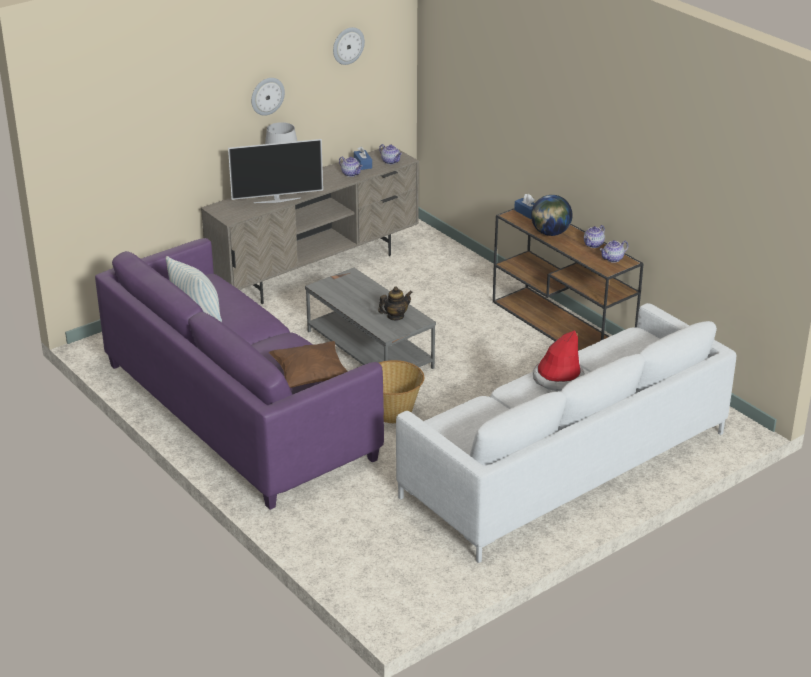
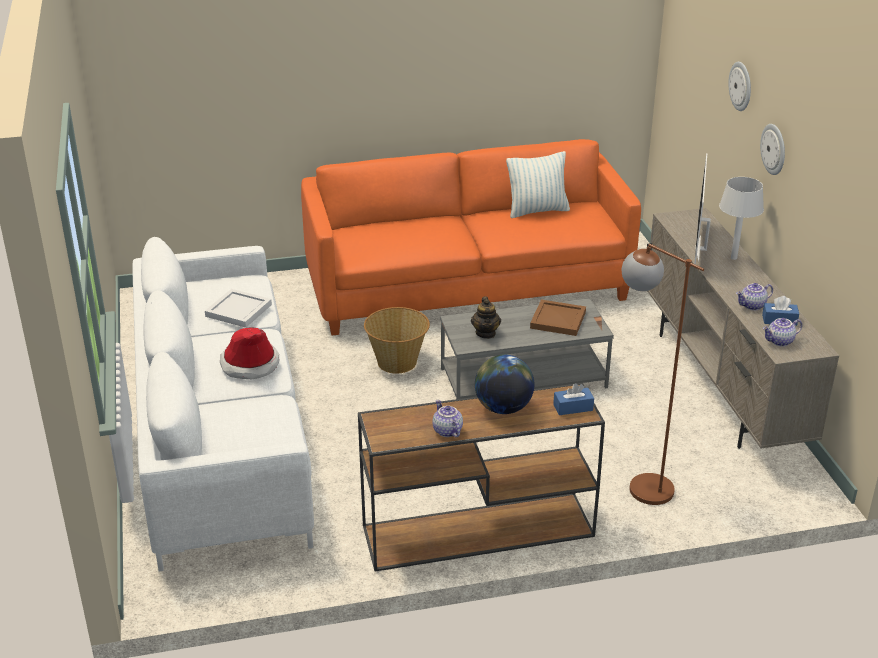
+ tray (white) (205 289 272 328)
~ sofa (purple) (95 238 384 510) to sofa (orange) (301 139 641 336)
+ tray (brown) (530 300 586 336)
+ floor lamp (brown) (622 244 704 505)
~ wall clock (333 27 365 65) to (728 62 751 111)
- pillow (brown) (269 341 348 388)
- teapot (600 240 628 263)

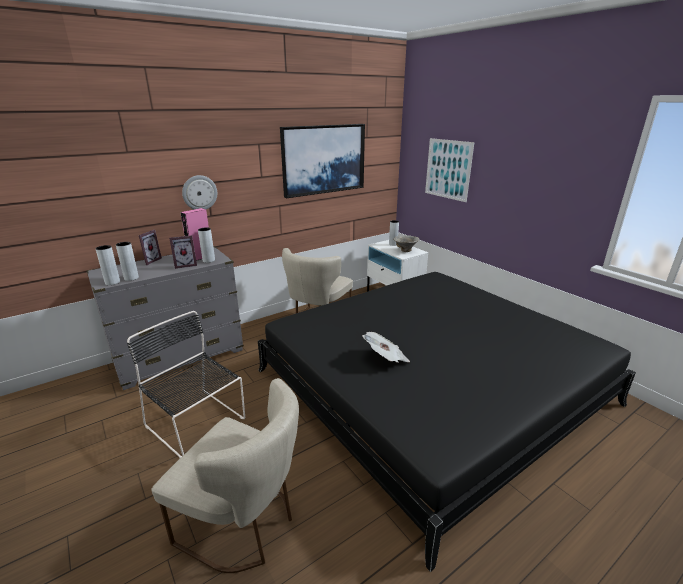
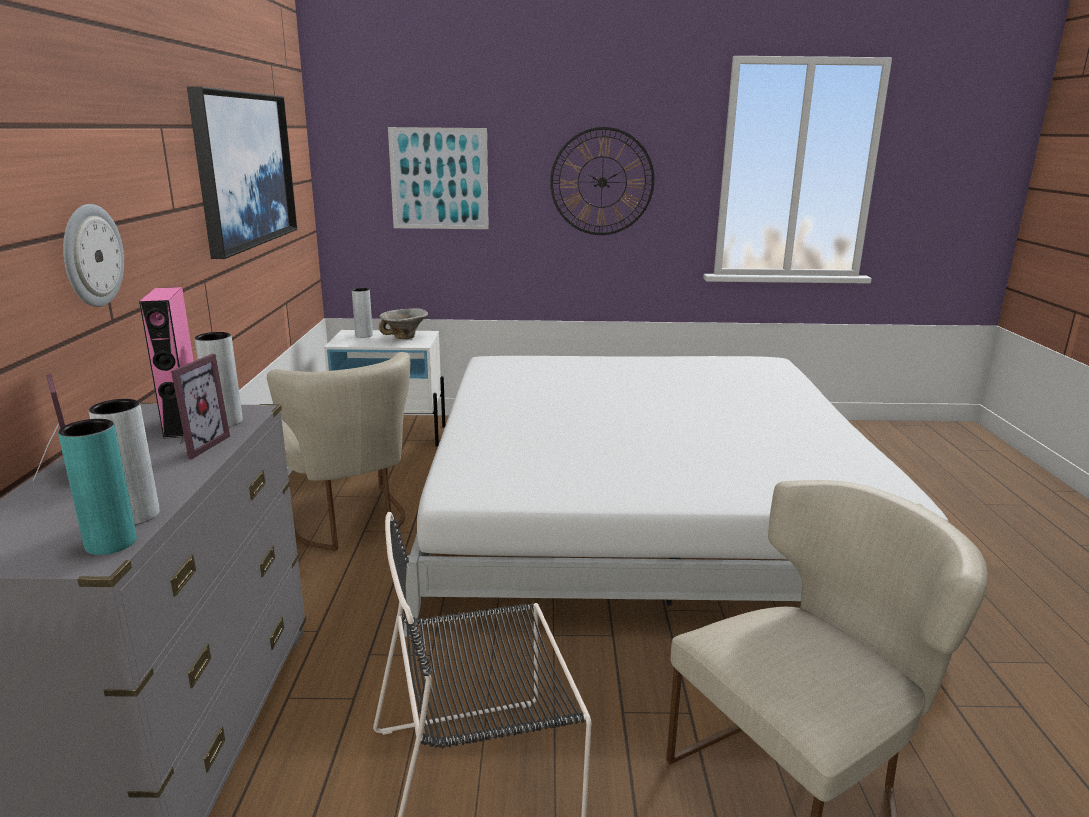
~ vase (grey) (96 245 120 285) to vase (turquoise) (58 419 137 555)
~ bed (black) (258 272 636 572) to bed (white) (404 356 949 637)
+ wall clock (550 127 654 235)
- newspaper (362 332 410 363)

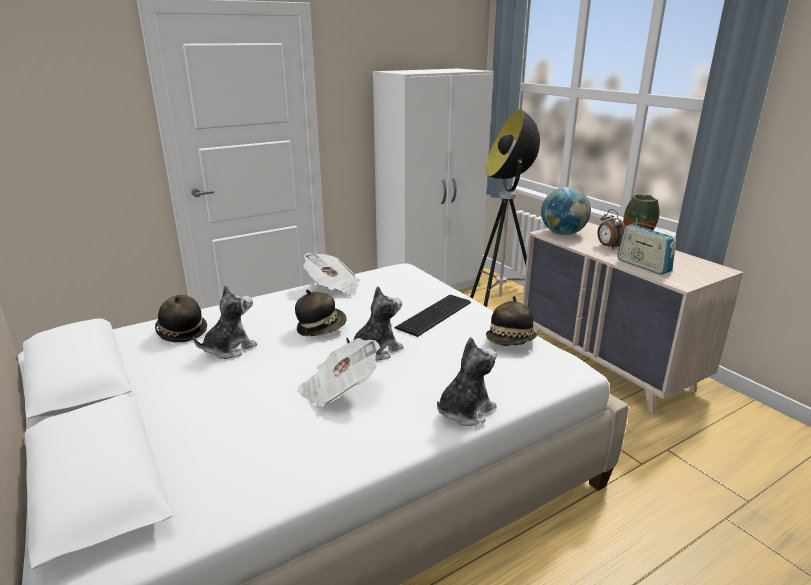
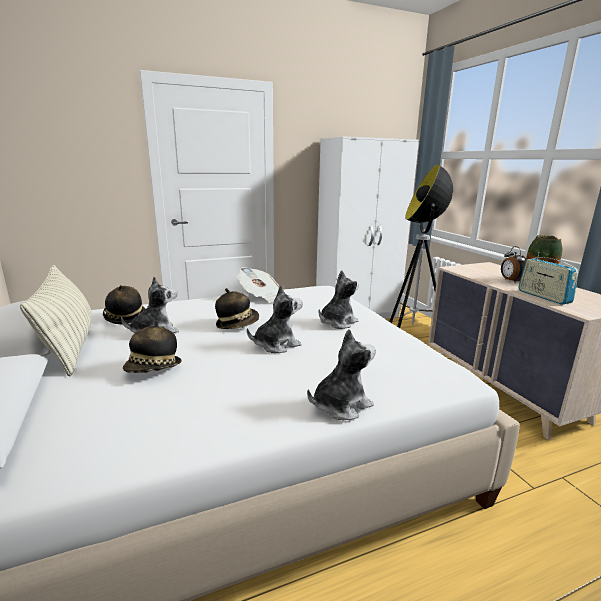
+ pillow (20 265 92 376)
~ hat (486 296 537 346) to (123 320 182 373)
~ keyboard (394 295 471 337) to plush toy (319 270 359 329)
- newspaper (298 338 380 408)
- globe (541 187 591 235)

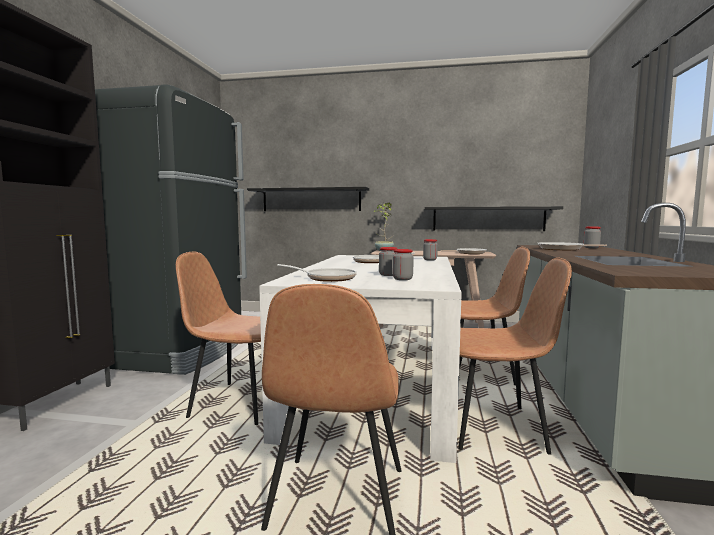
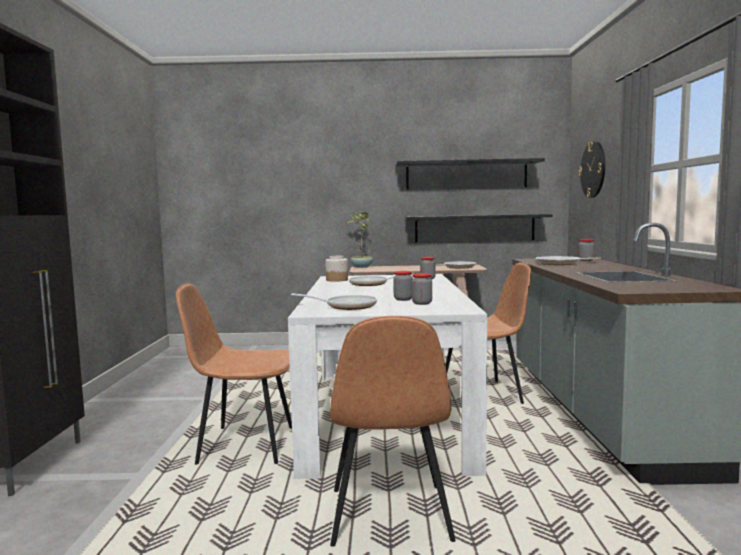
+ jar (325 256 348 282)
~ shelf (black) (247 187 369 211) to (396 158 545 190)
+ wall clock (579 141 605 198)
- fridge (black) (95 84 247 375)
- chair (brown) (458 257 572 455)

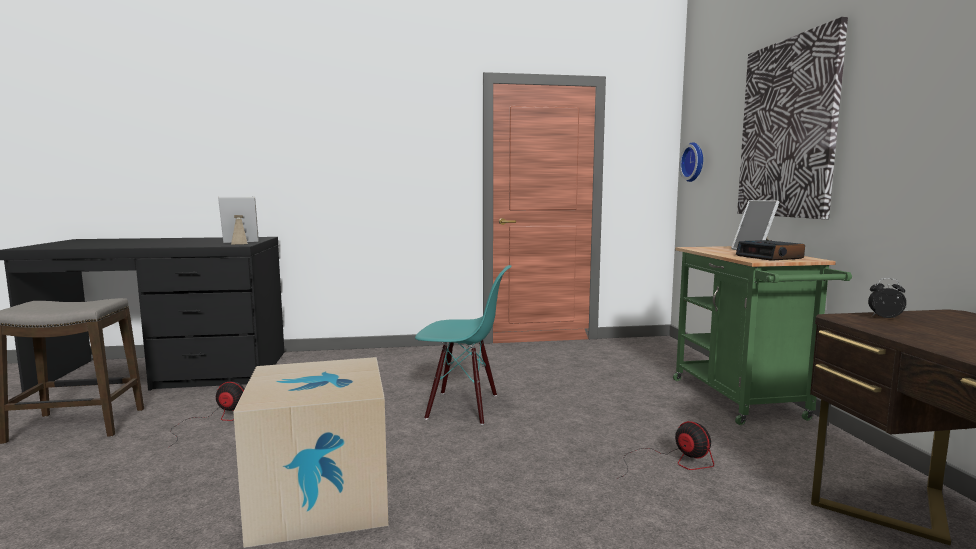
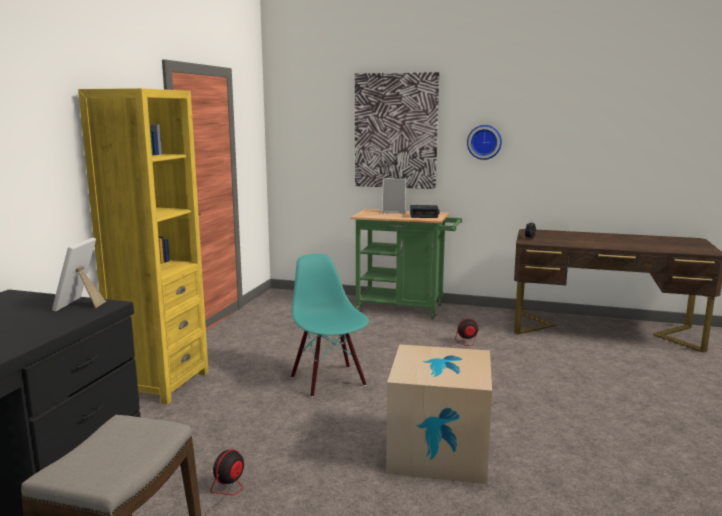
+ bookcase (yellow) (78 88 208 405)
~ chair (turquoise) (415 265 512 425) = (291 254 369 397) 60 degrees counterclockwise
~ wall clock (679 142 703 182) to (467 125 502 160)

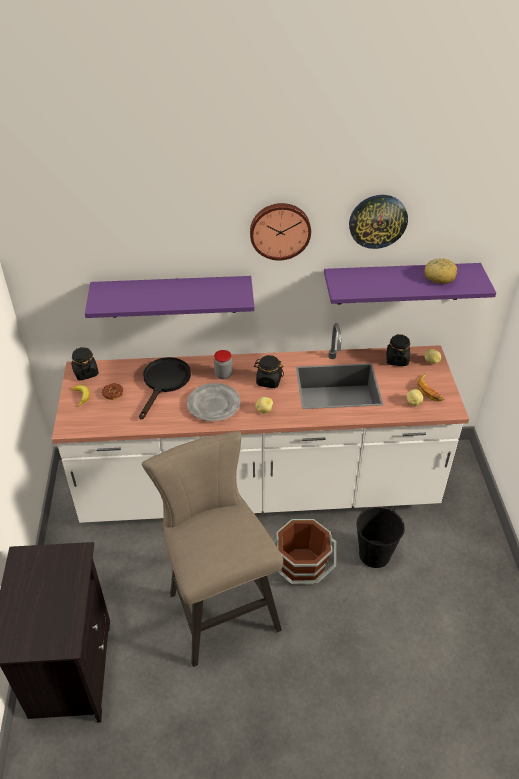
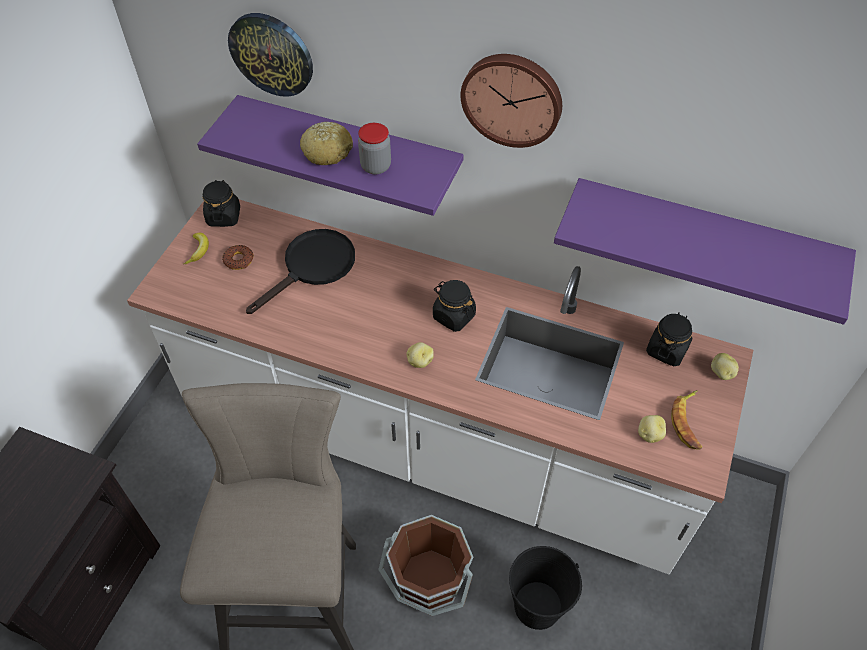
~ wall clock (349 195 408 249) to (228 13 313 97)
~ bread (424 258 457 284) to (300 122 353 165)
~ jar (214 350 233 379) to (358 123 391 175)
- plate (grey) (187 383 241 421)

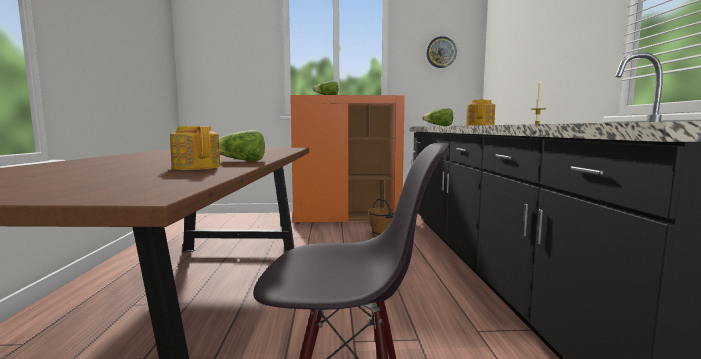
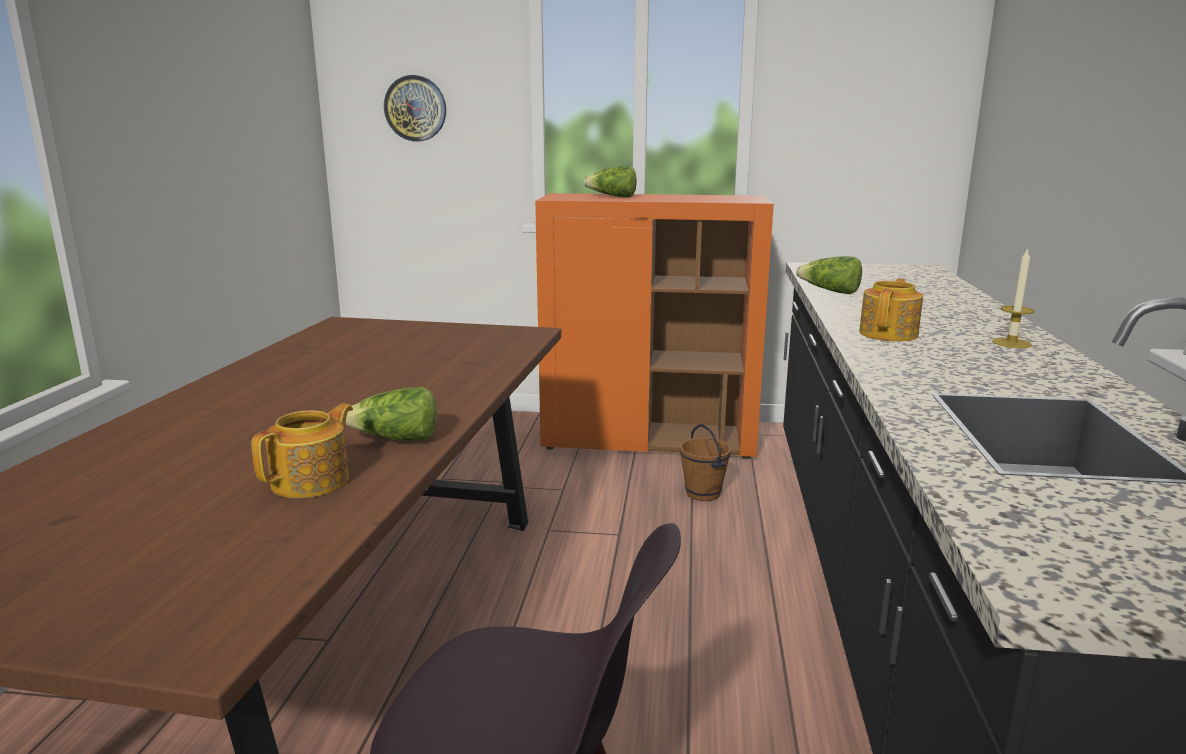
~ teapot (170 126 220 170) = (251 403 353 498) 60 degrees clockwise
~ wall clock (426 36 457 68) to (384 75 446 141)

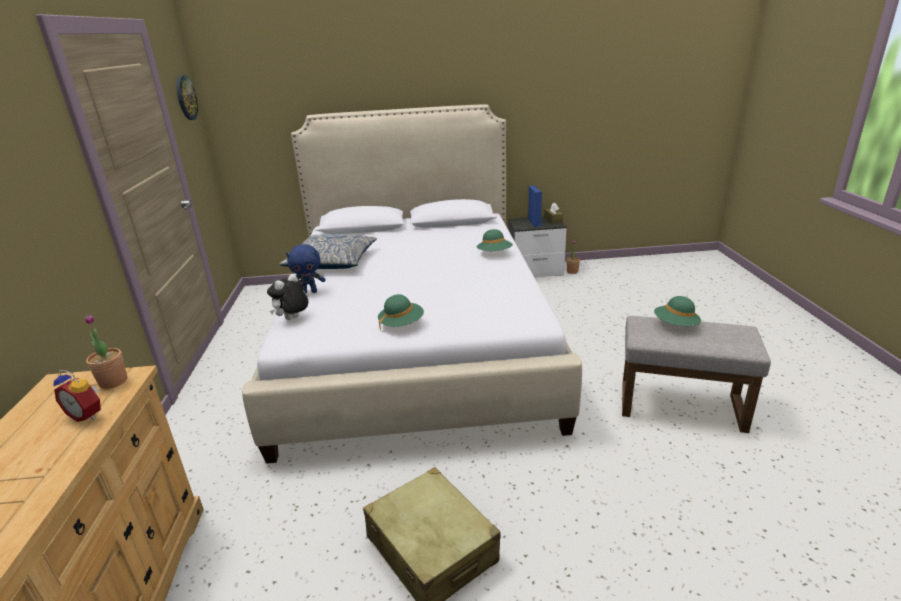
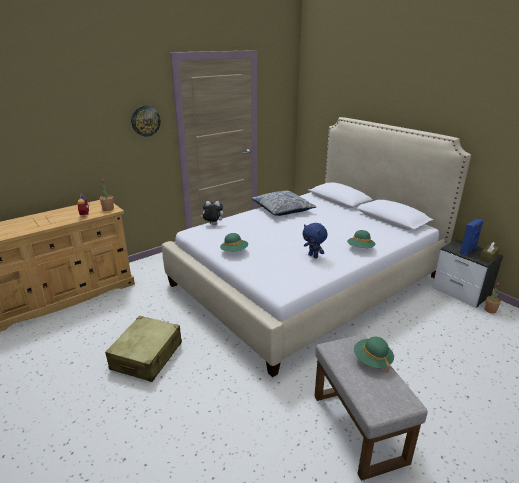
~ wall clock (177 75 198 120) to (131 105 160 137)
~ plush toy (blue) (286 244 326 294) to (303 223 328 258)

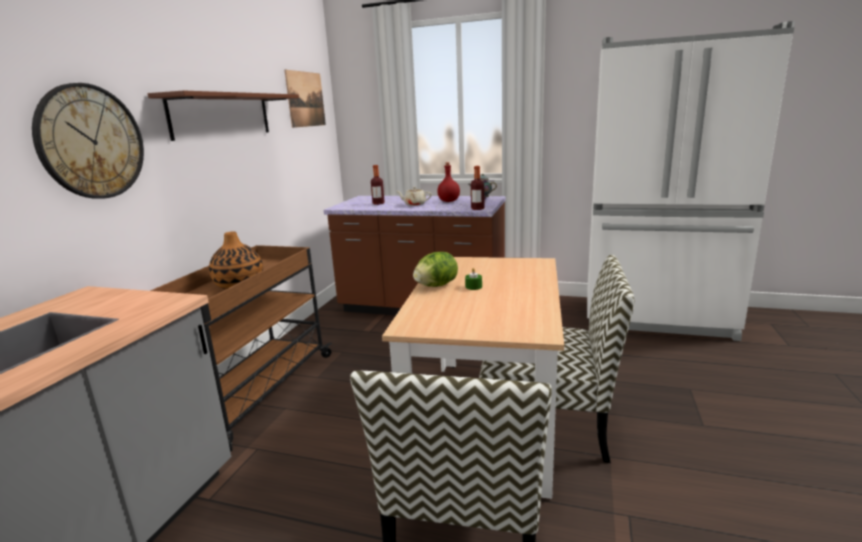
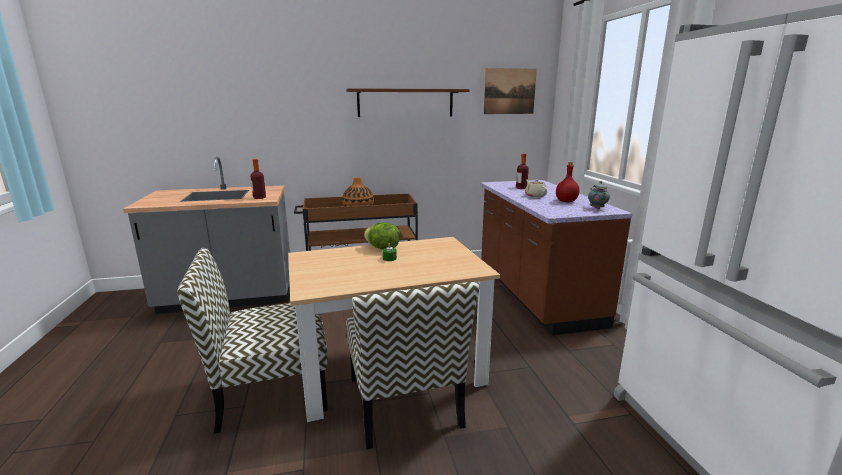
~ bottle (471 166 485 210) to (251 159 266 199)
- wall clock (32 83 144 199)

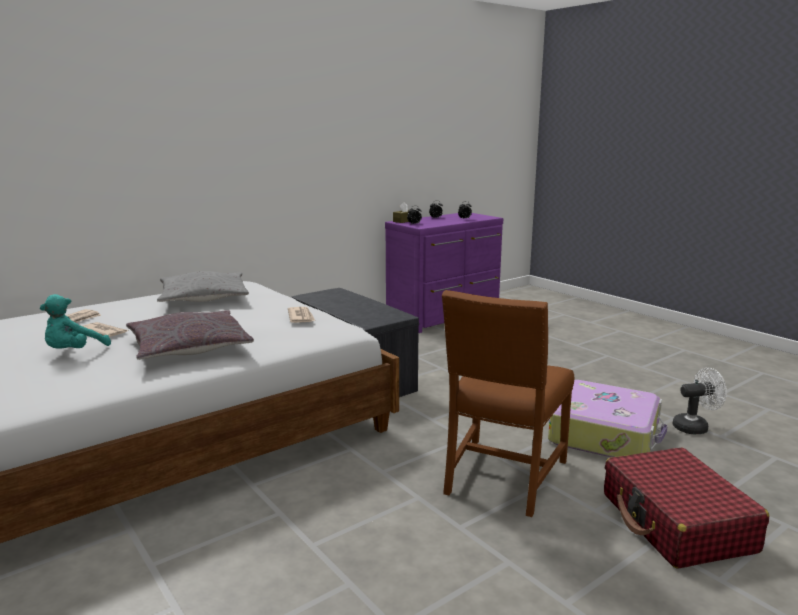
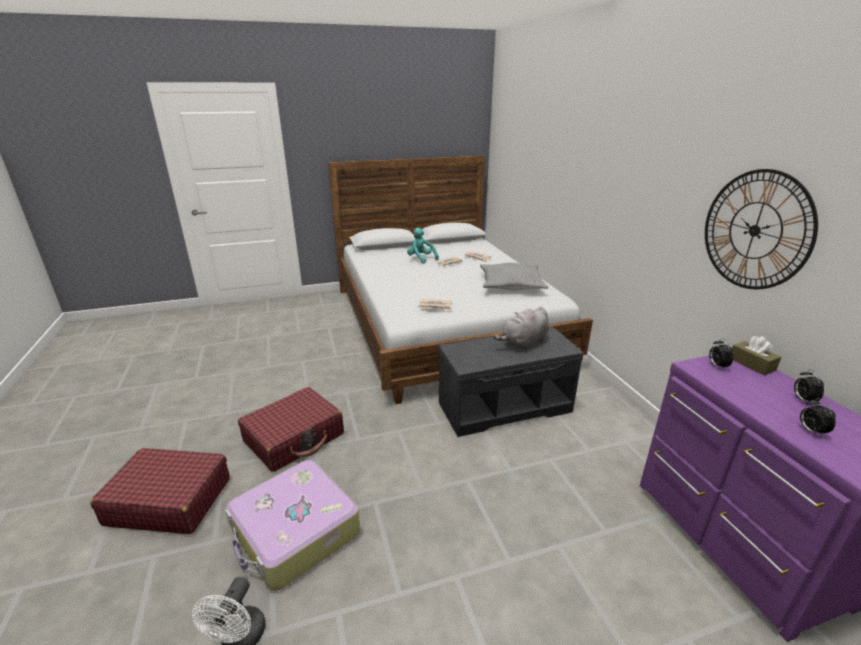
~ chair (brown) (442 290 574 517) to suitcase (red) (238 387 344 472)
+ plush toy (grey) (493 307 549 350)
+ wall clock (705 169 818 289)
- pillow (grey) (126 310 254 360)

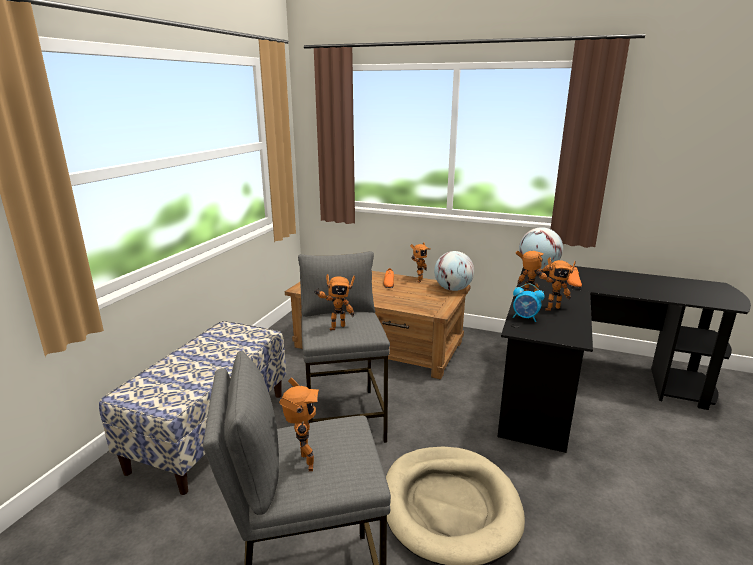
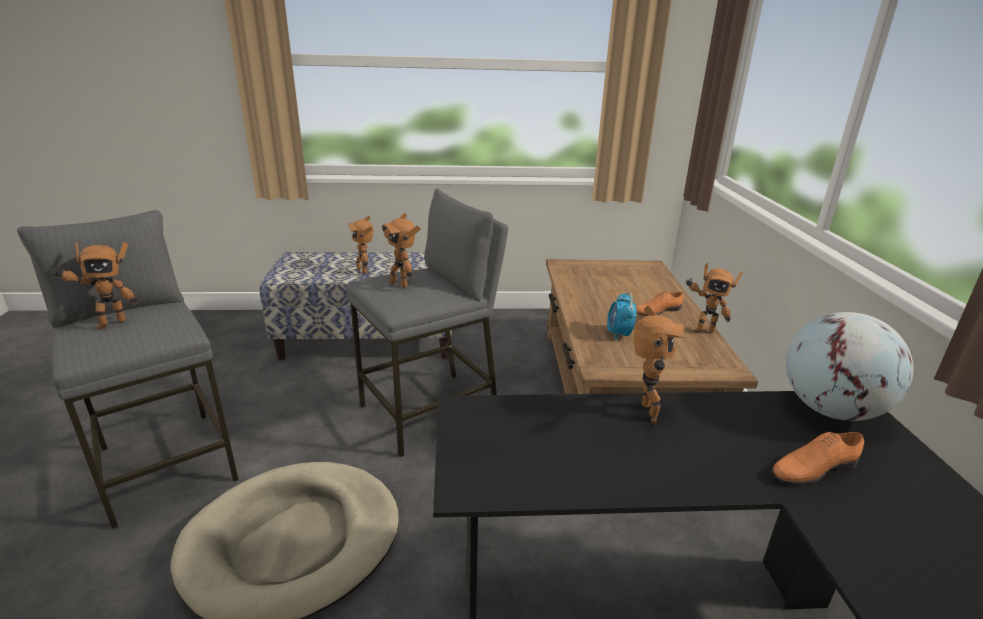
~ toy robot (537 257 576 311) to (349 216 373 274)
~ alarm clock (513 284 545 322) to (607 293 637 341)
- globe (434 251 474 291)

